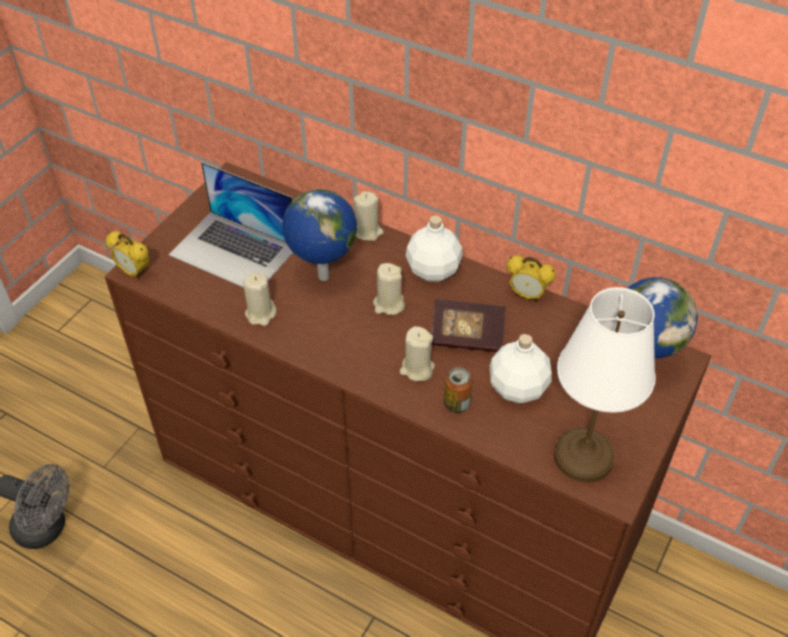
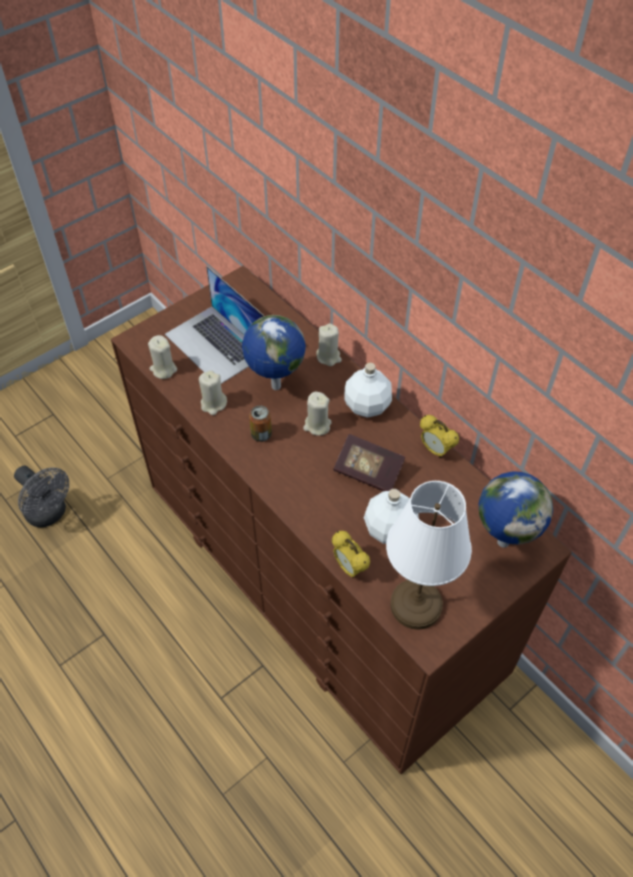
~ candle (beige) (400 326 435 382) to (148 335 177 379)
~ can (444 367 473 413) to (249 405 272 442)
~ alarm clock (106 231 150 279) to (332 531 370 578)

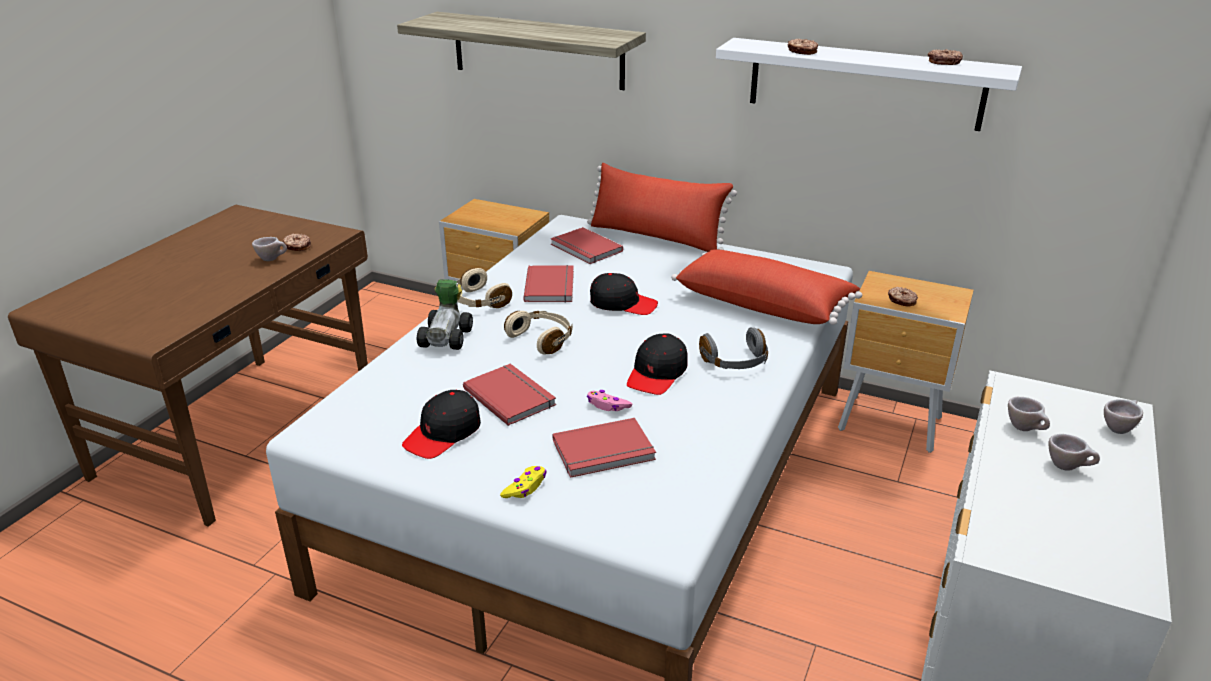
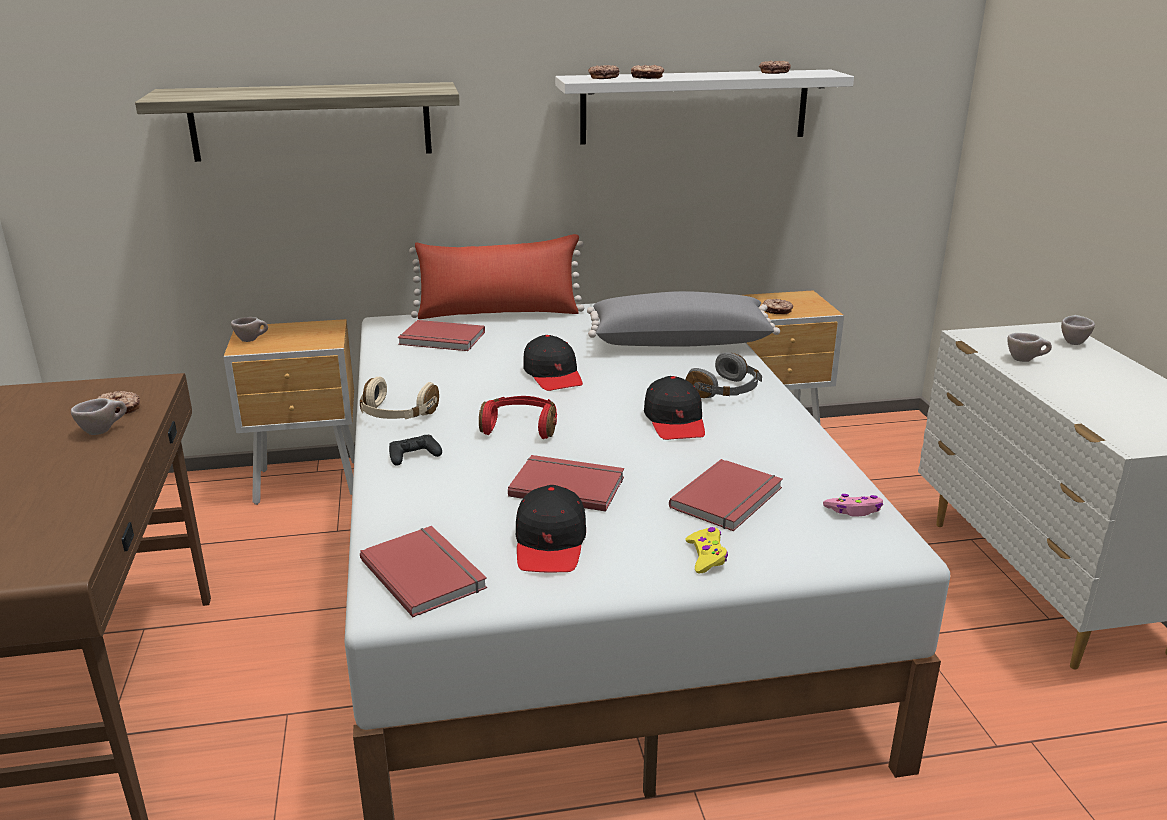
~ cup (beige) (1048 434 1100 471) to (231 317 268 342)
~ book (red) (524 265 574 302) to (360 526 487 617)
~ toy car (417 279 473 350) to game controller (black) (389 435 442 466)
~ headphones (beige) (504 311 573 354) to headphones (red) (479 396 557 439)
~ cap (black) (590 273 658 315) = (523 335 583 391) 90 degrees clockwise
~ pillow (red) (671 249 862 325) to pillow (grey) (587 291 780 347)
+ donut (588 65 620 79)
~ game controller (pink) (587 390 632 411) to (823 494 883 517)

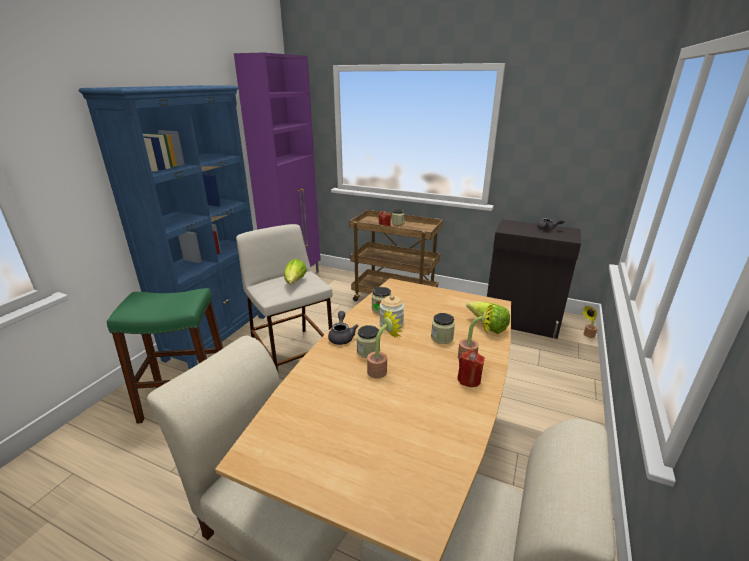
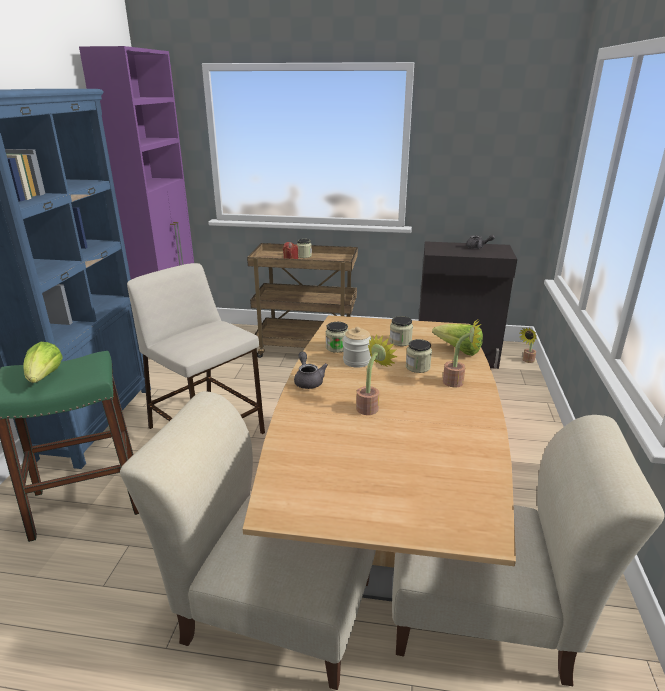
~ lettuce (285 259 307 284) to (23 342 62 383)
~ jar (357 325 380 358) to (389 316 413 346)
- candle (red) (457 350 485 387)

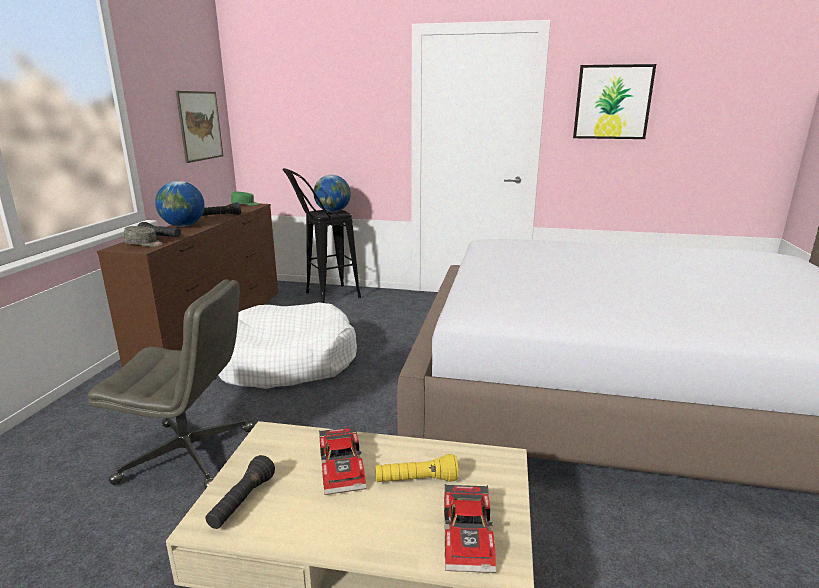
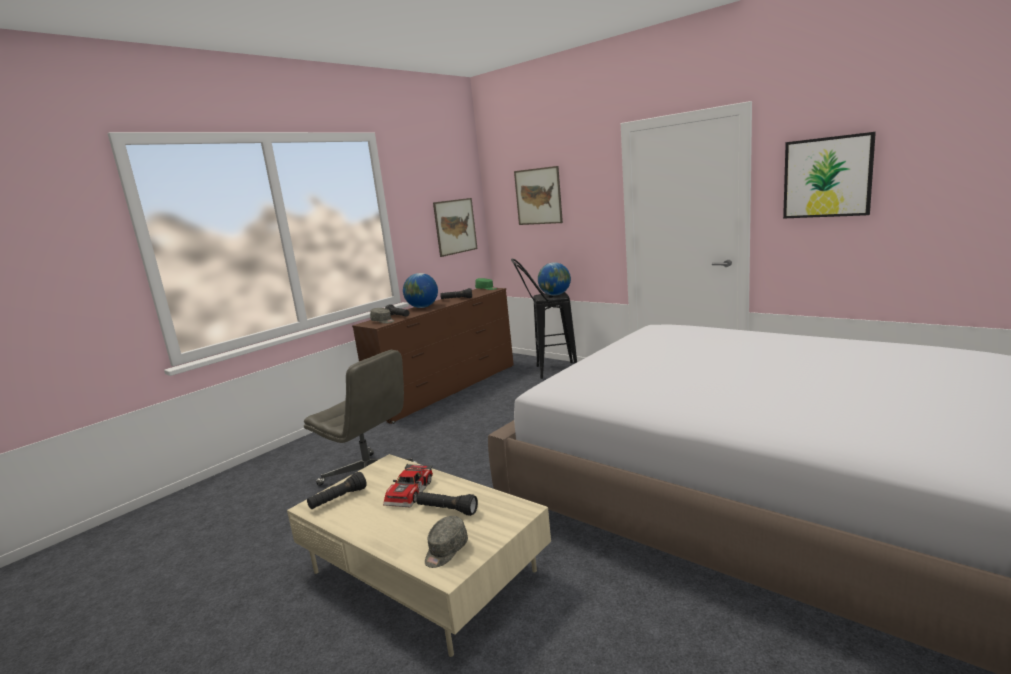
~ flashlight (yellow) (375 454 459 482) to flashlight (black) (416 492 478 516)
~ toy car (444 485 496 573) to cap (grey) (425 516 468 568)
+ picture (514 166 563 225)
- dog bed (white) (218 302 357 389)

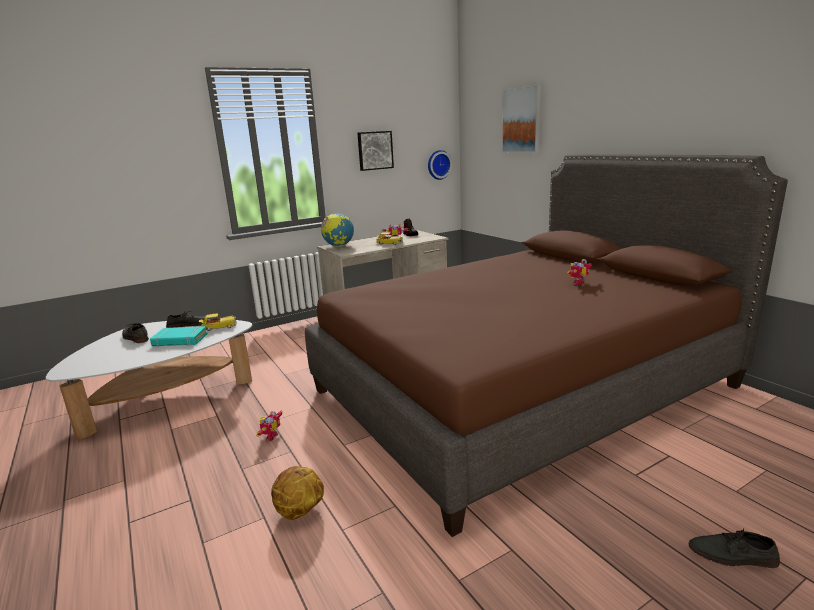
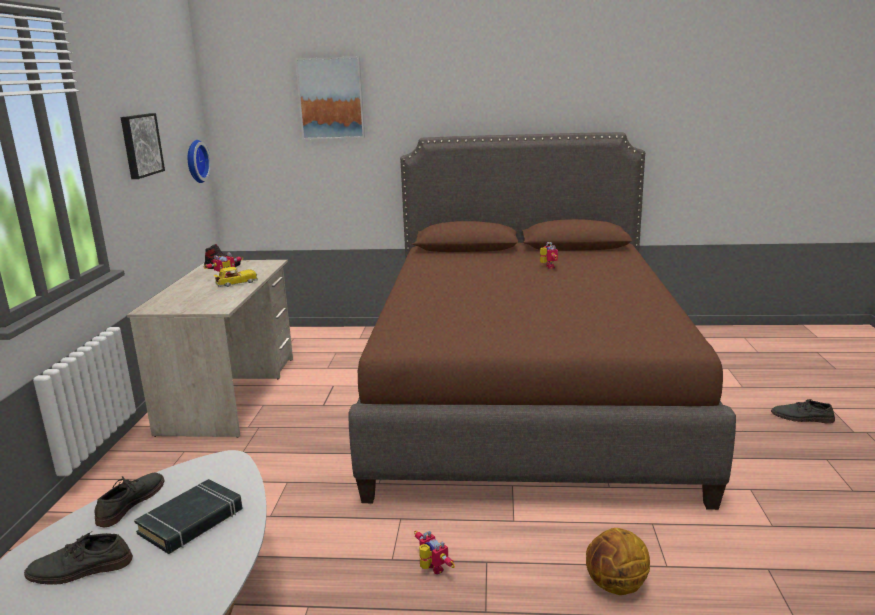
~ book (turquoise) (150 326 208 347) to book (black) (134 479 243 554)
~ shoe (grey) (689 529 780 568) = (771 399 835 424) 60 degrees clockwise
- toy car (199 314 237 331)
- globe (321 213 354 247)

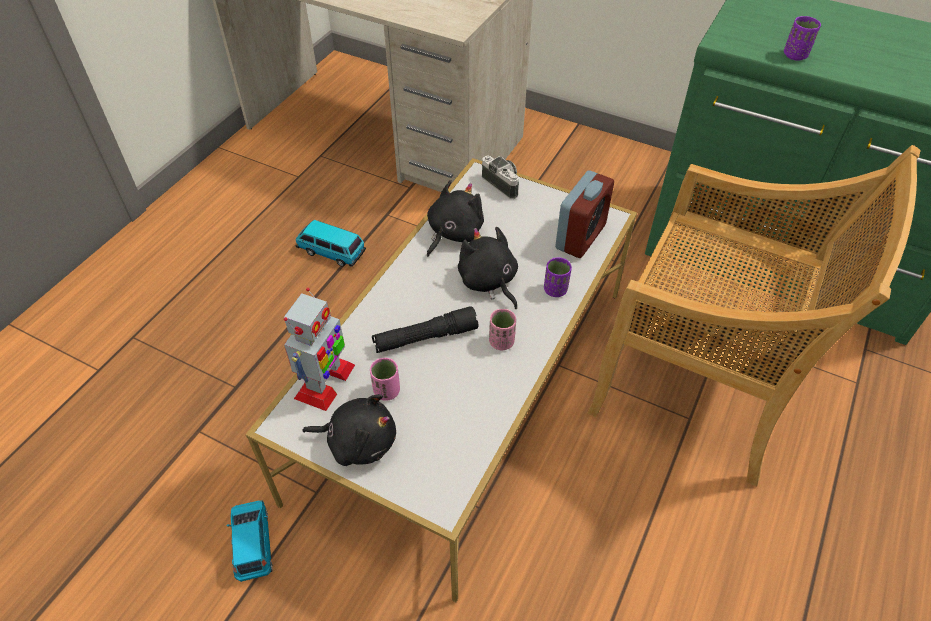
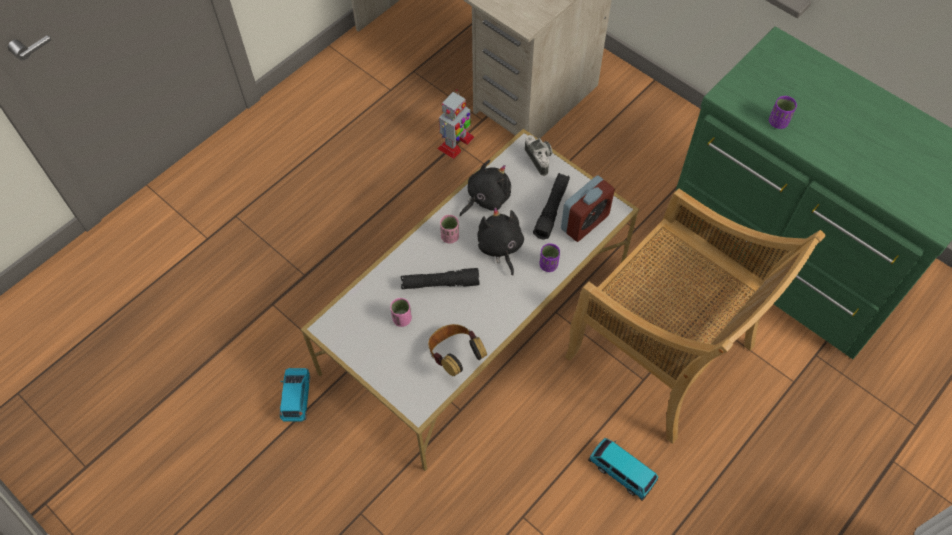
+ headphones (428 324 487 376)
~ toy robot (284 288 355 411) to (438 89 474 159)
~ cup (pink) (489 309 516 350) to (440 215 459 243)
+ flashlight (black) (533 173 570 240)
~ toy car (295 220 366 267) to (588 438 658 501)
- plush toy (black) (302 394 396 466)

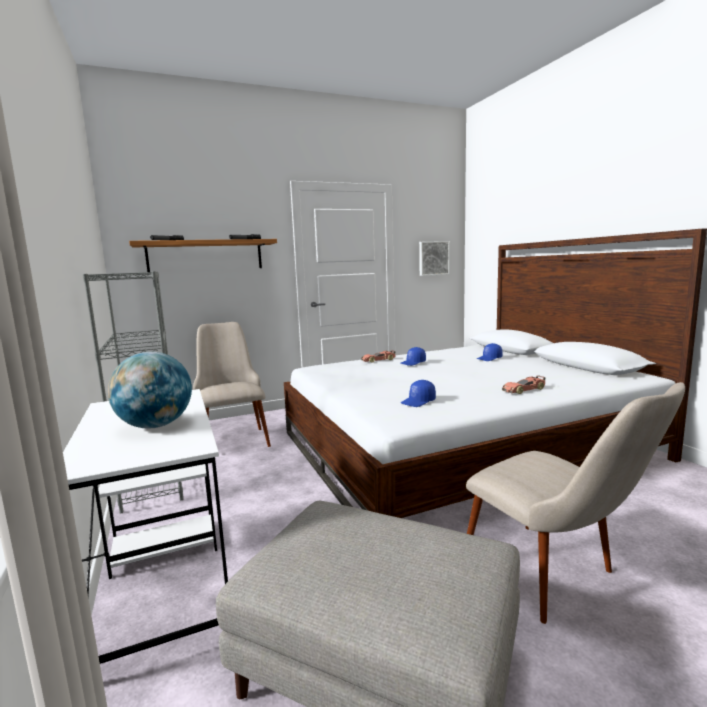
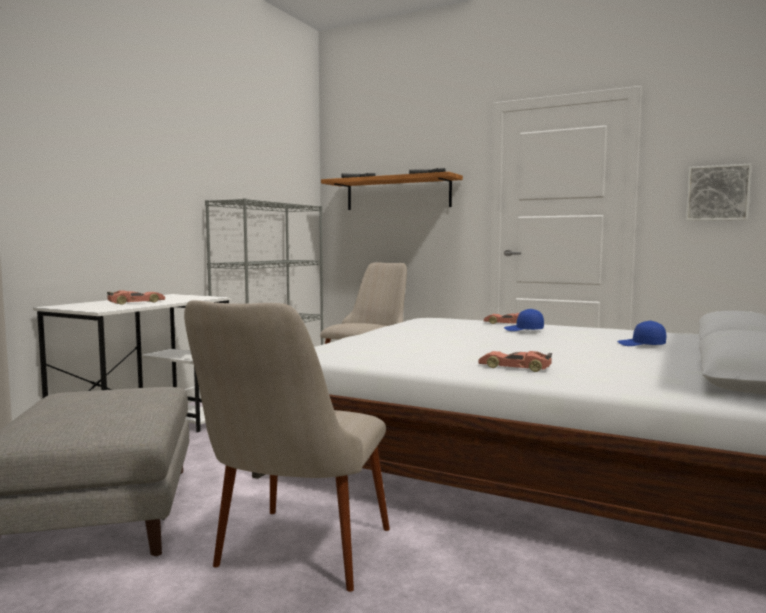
~ globe (108 352 192 429) to toy car (107 290 165 305)
- cap (blue) (401 380 436 407)

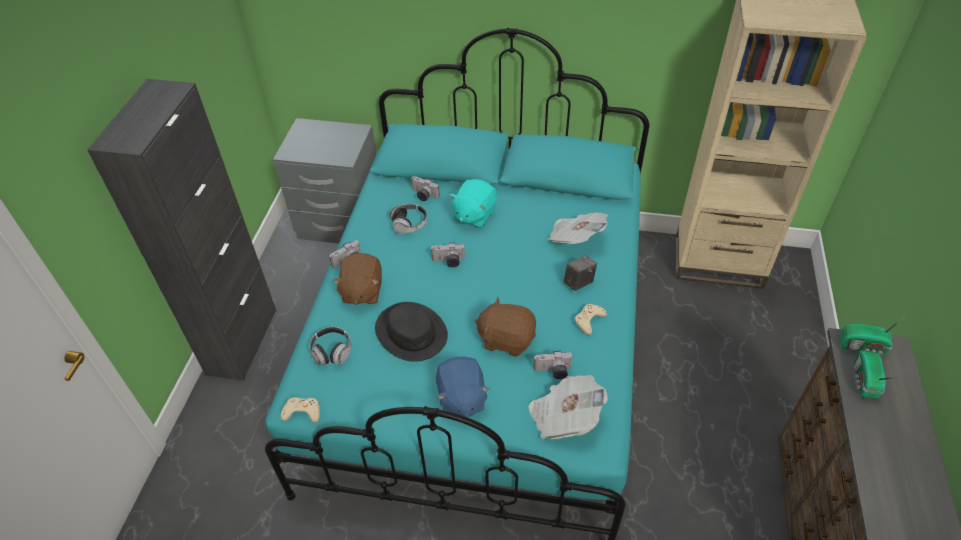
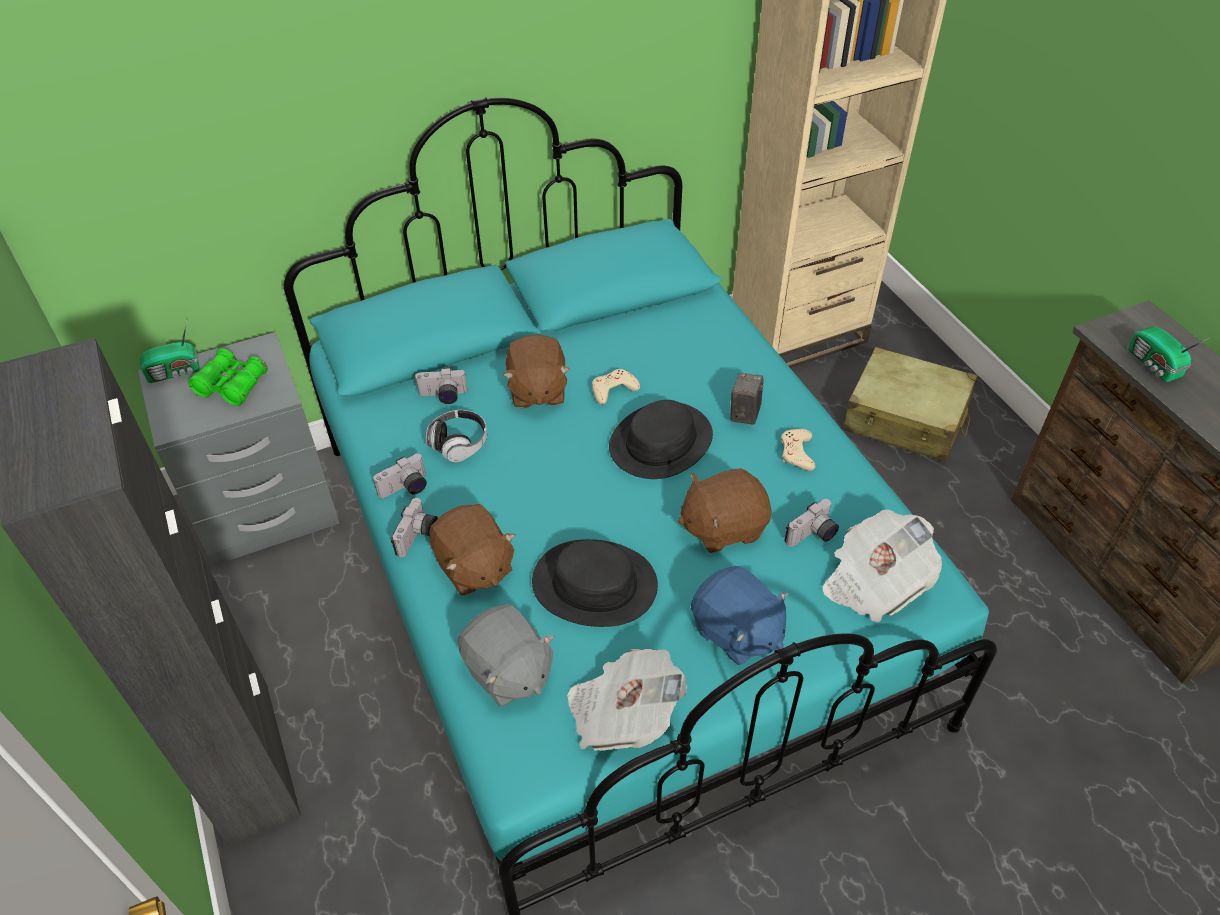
~ radio (840 317 904 356) to (140 320 200 383)
+ binoculars (green) (188 348 268 406)
~ photo camera (431 242 465 267) to (373 454 427 498)
~ headphones (309 327 351 365) to plush toy (grey) (457 604 554 707)
~ plush toy (turquoise) (448 179 497 228) to plush toy (brown) (503 335 570 408)
~ newspaper (547 212 608 244) to (567 649 687 751)
~ game controller (beige) (281 397 320 422) to (592 369 640 405)
+ hat (black) (609 400 713 479)
+ suitcase (beige) (844 347 978 462)

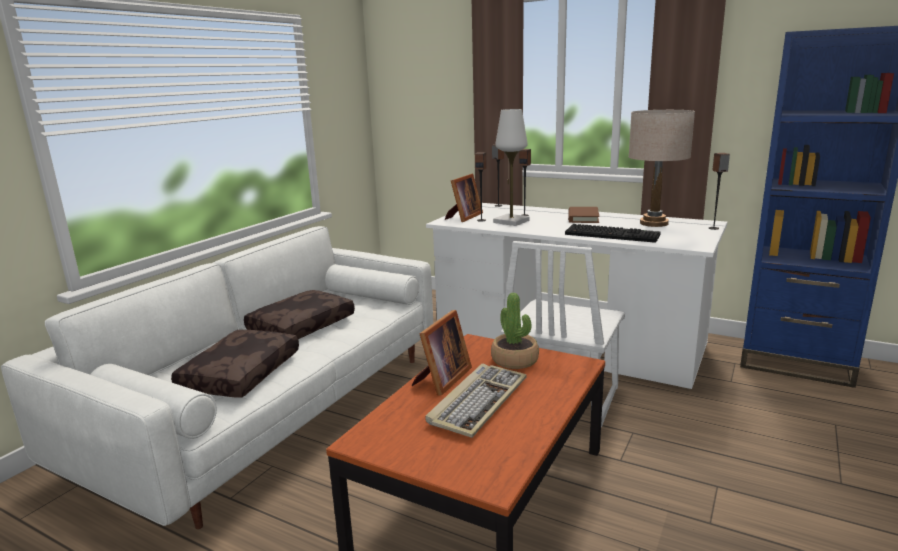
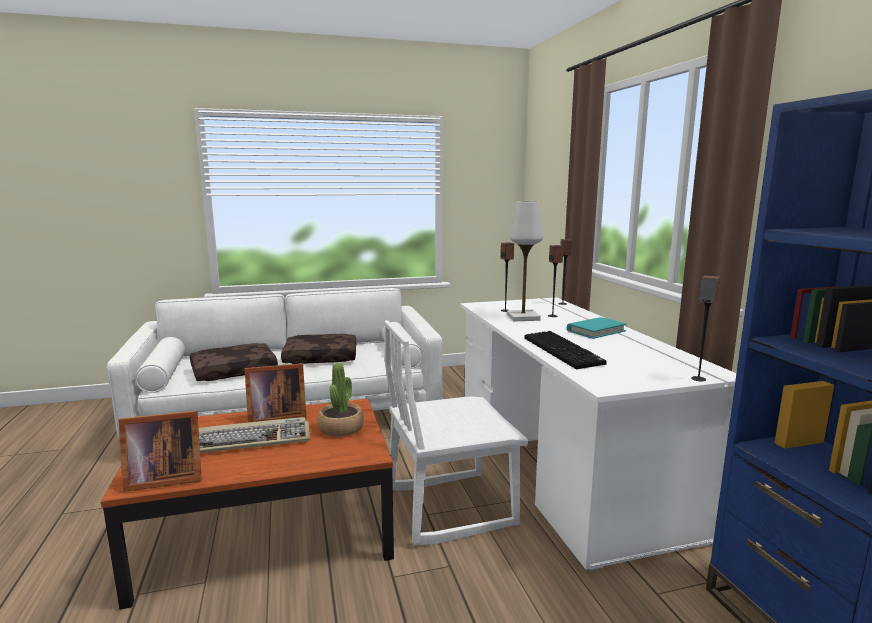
~ picture frame (444 173 483 222) to (119 411 202 492)
~ book (brown) (568 207 599 223) to book (turquoise) (567 317 627 339)
- table lamp (beige) (629 110 695 227)

